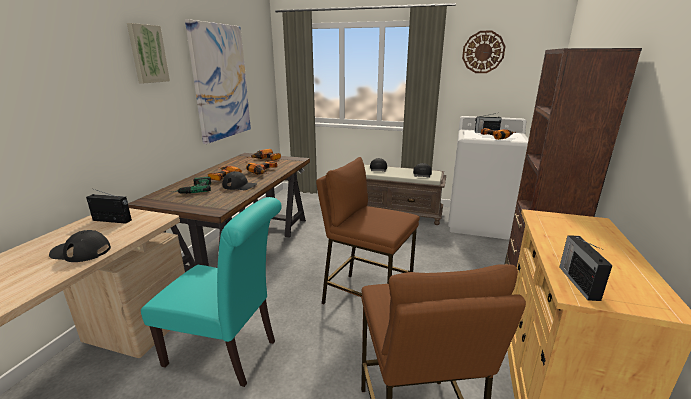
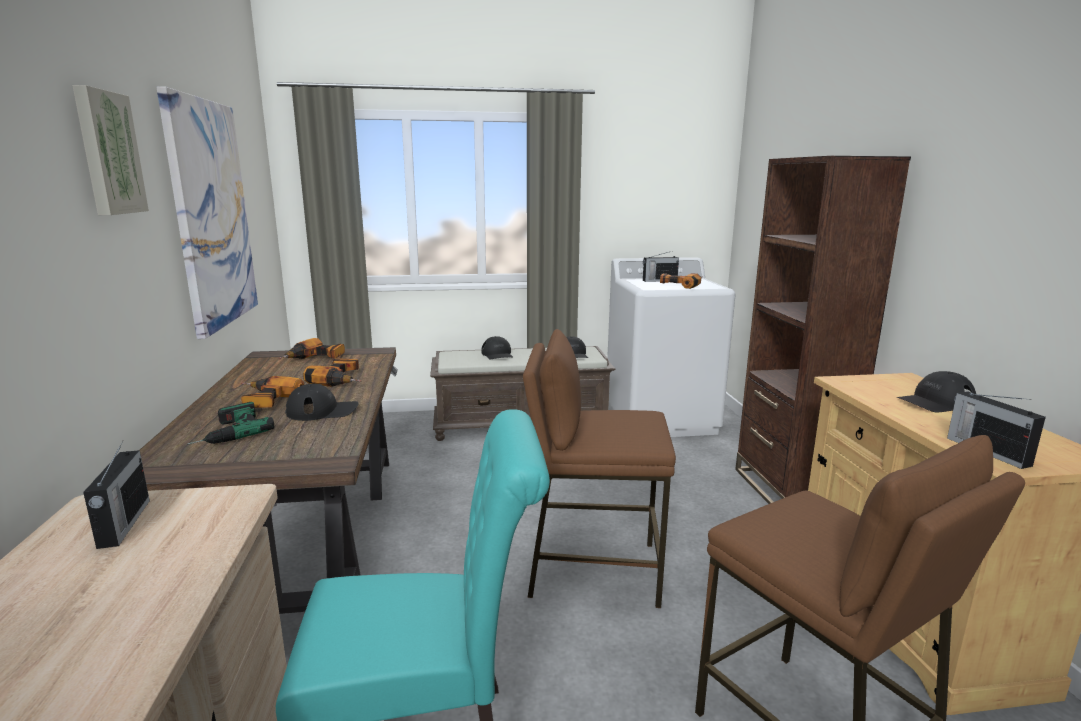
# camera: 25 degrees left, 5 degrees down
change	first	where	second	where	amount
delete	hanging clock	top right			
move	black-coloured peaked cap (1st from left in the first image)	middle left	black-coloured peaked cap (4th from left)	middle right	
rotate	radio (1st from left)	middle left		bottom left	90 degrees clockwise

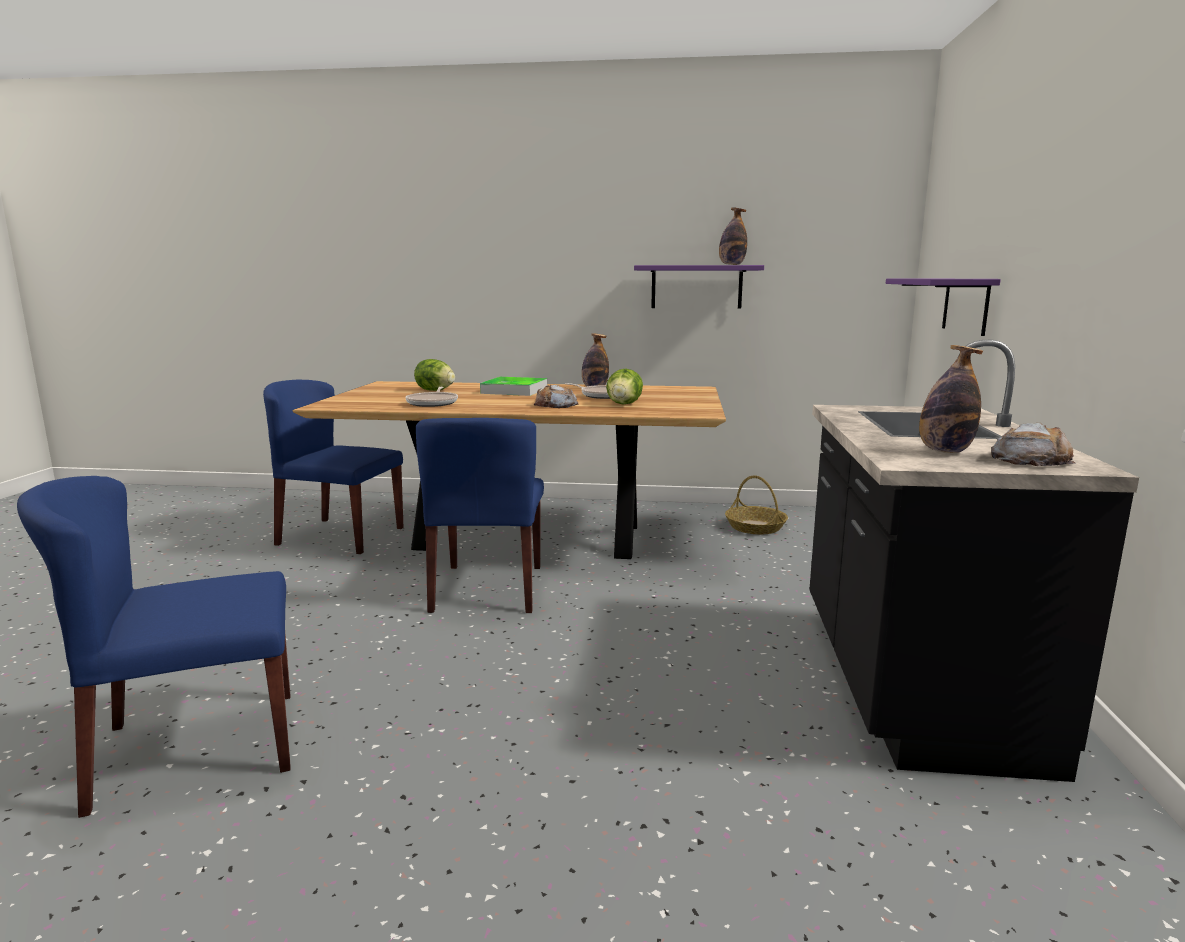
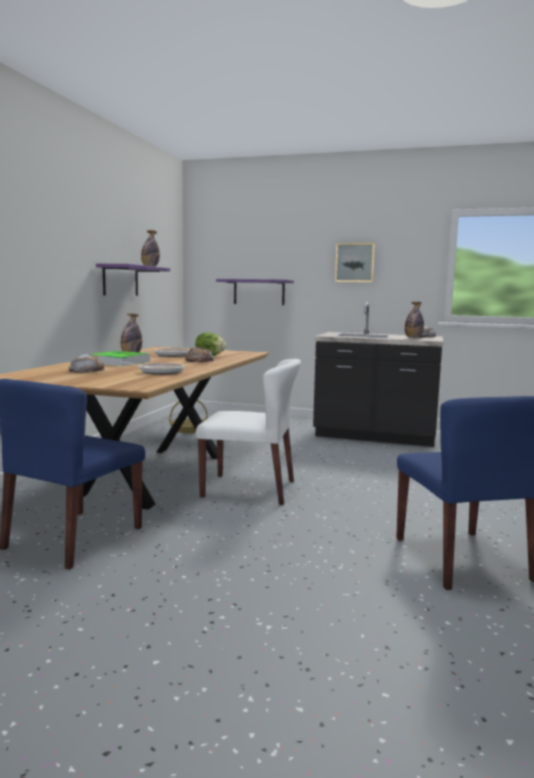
# camera: 80 degrees left, 5 degrees down
change	first	where	second	where	amount
insert			wall art	centre	
replace	lettuce (1st from left)	centre	bakery bread (1st from left)	middle left	
recolor	blue-coloured upright chair (3rd from left)	centre	white-coloured upright chair	centre	

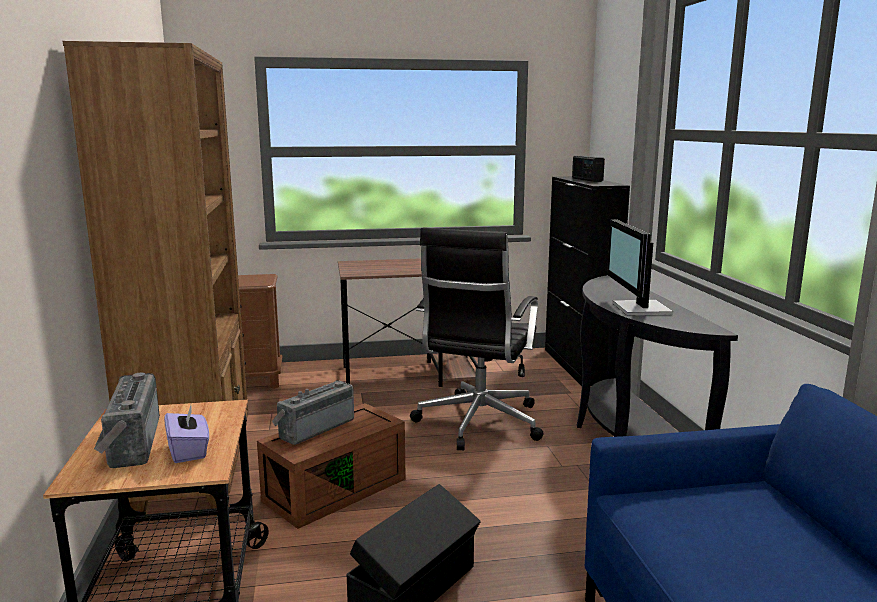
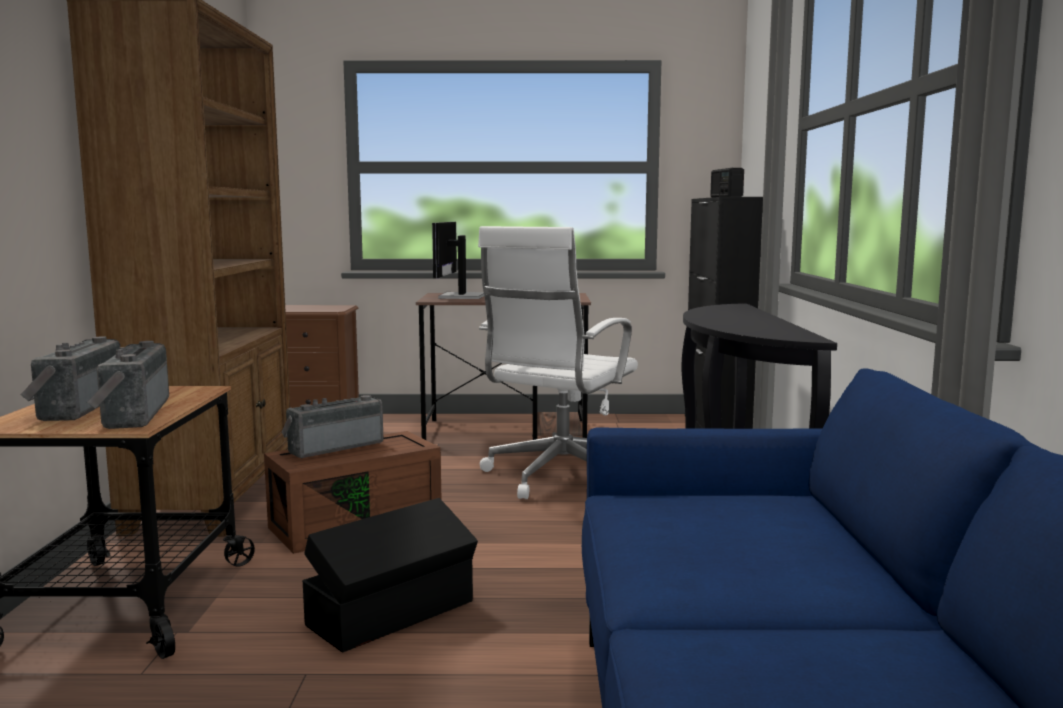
# camera: 10 degrees right, 5 degrees down
change	first	where	second	where	amount
move	monitor	middle right		centre	
replace	purple tissue box	bottom left	radio (2nd from left)	middle left	
recolor	black-coloured office chair	centre	white-coloured office chair	centre	

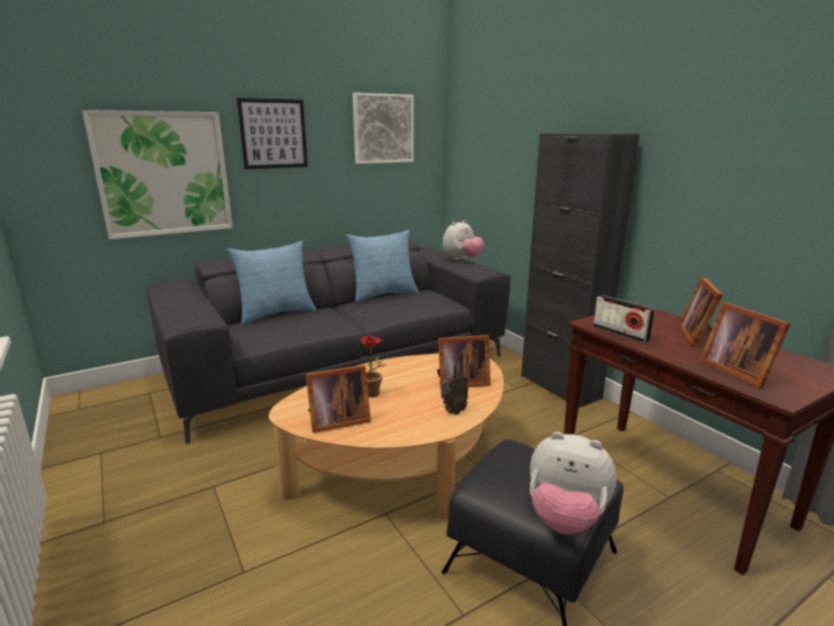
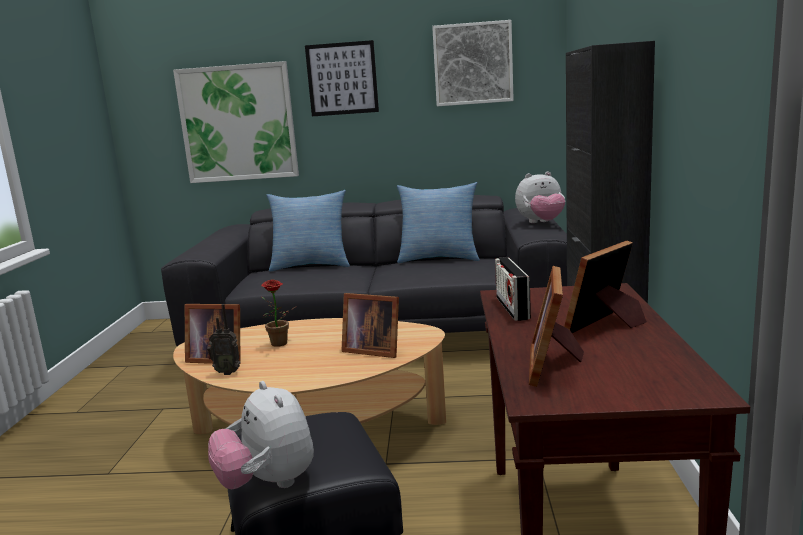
# camera: 35 degrees right, 5 degrees down
change	first	where	second	where	amount
move	radio (1st from left)	centre		middle left	

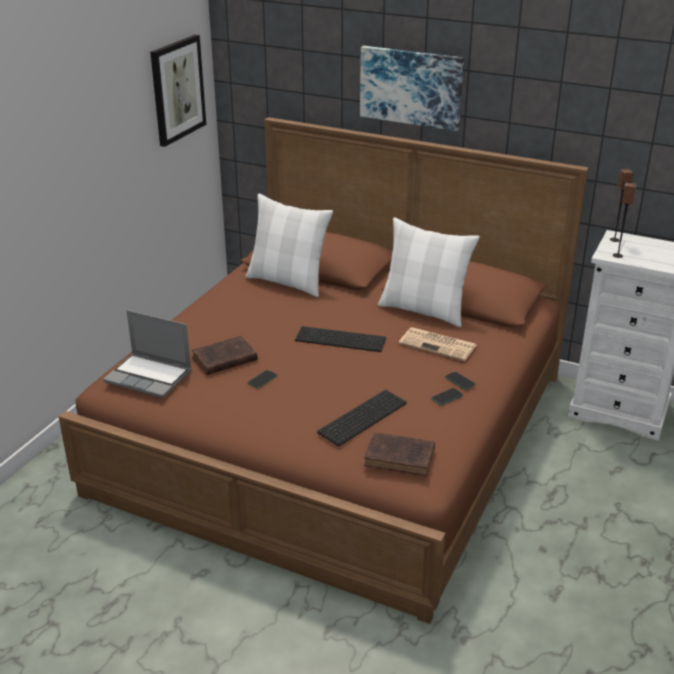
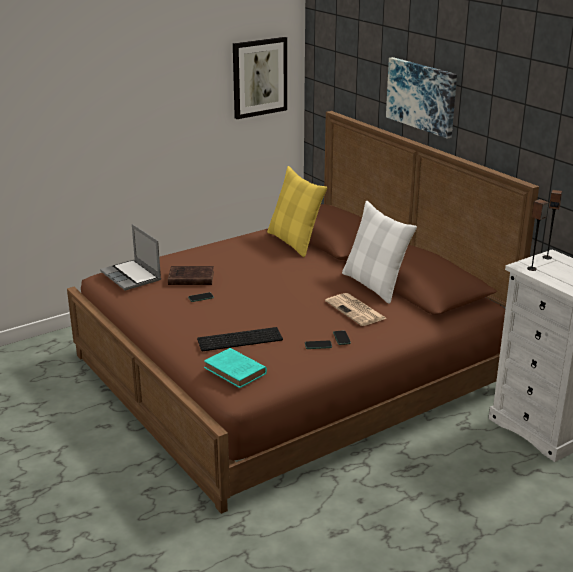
# camera: 30 degrees right, 5 degrees down
change	first	where	second	where	amount
delete	PC keyboard (1st from left)	centre			
recolor	white-coloured throw pillow (1st from left)	centre	yellow-coloured throw pillow	centre	
recolor	brown-coloured book (2nd from left)	bottom centre	turquoise book	centre	

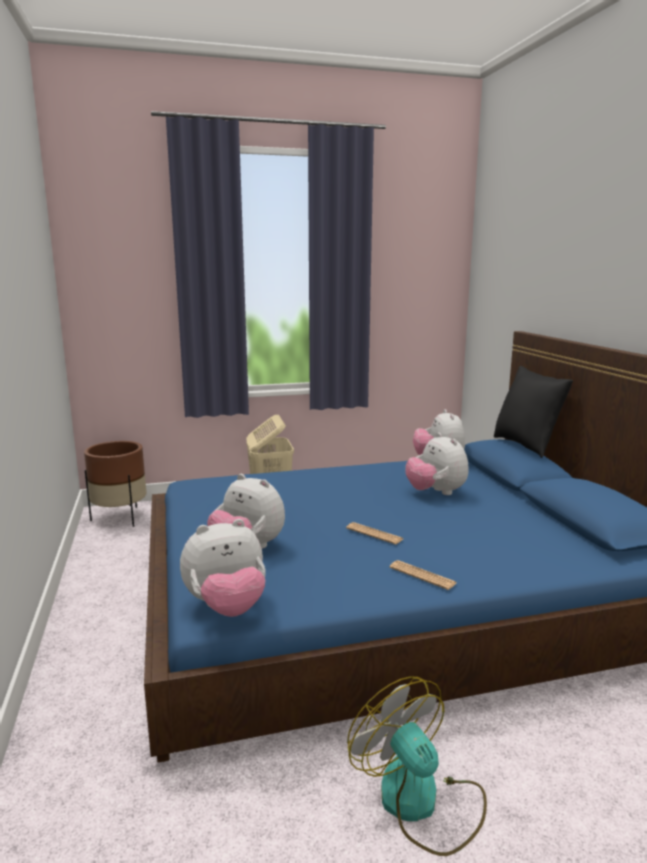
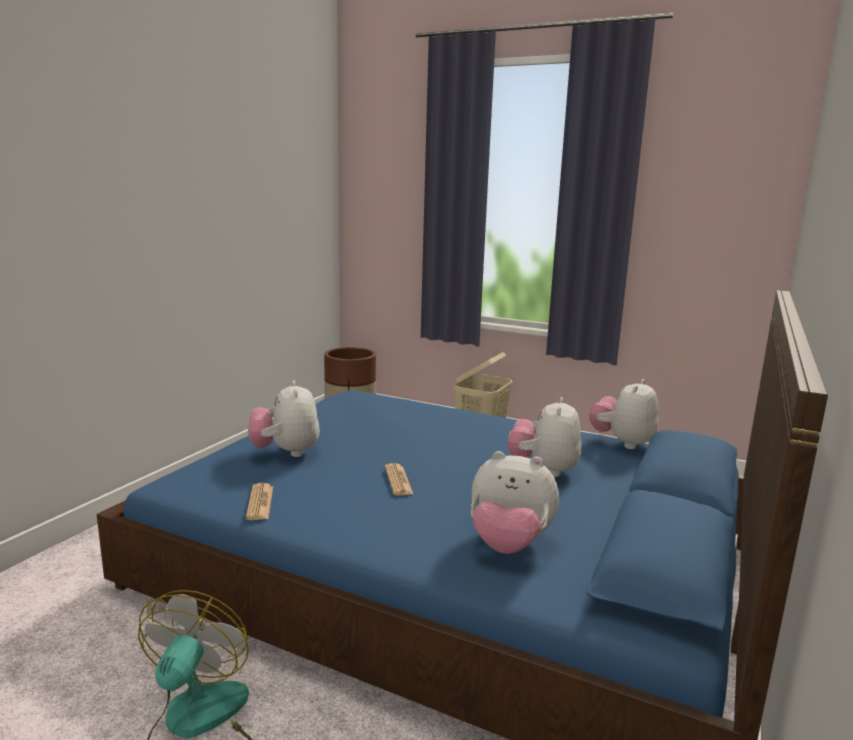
# camera: 40 degrees right, 0 degrees up
change	first	where	second	where	amount
delete	black-coloured throw pillow	middle right			
move	cuddly toy (1st from left in the first image)	centre	cuddly toy (2nd from left)	bottom centre	
move	newspaper (2nd from left in the first image)	centre	newspaper (1st from left)	bottom left	

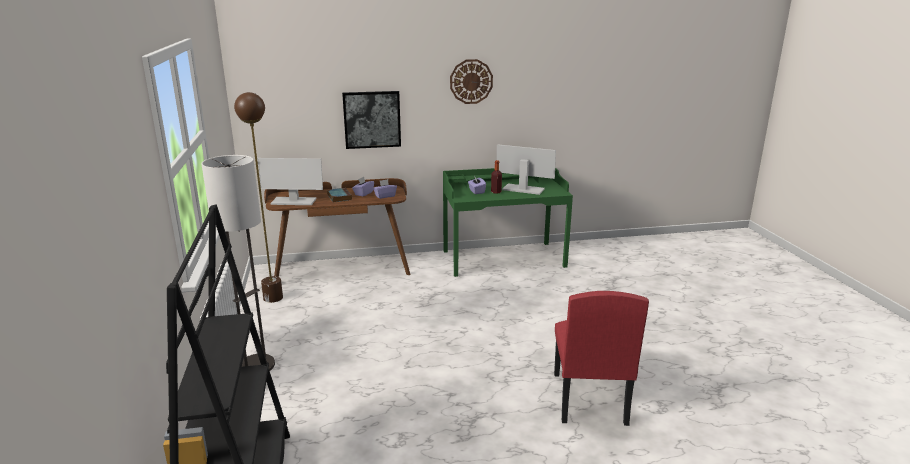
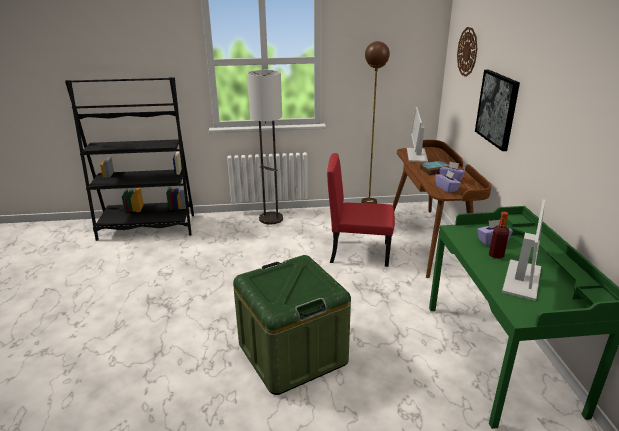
# camera: 95 degrees right, 5 degrees up
change	first	where	second	where	amount
insert			green-coloured storage container	bottom centre	
move	hanging clock	top centre		top right	
move	red upright chair	bottom centre		centre	

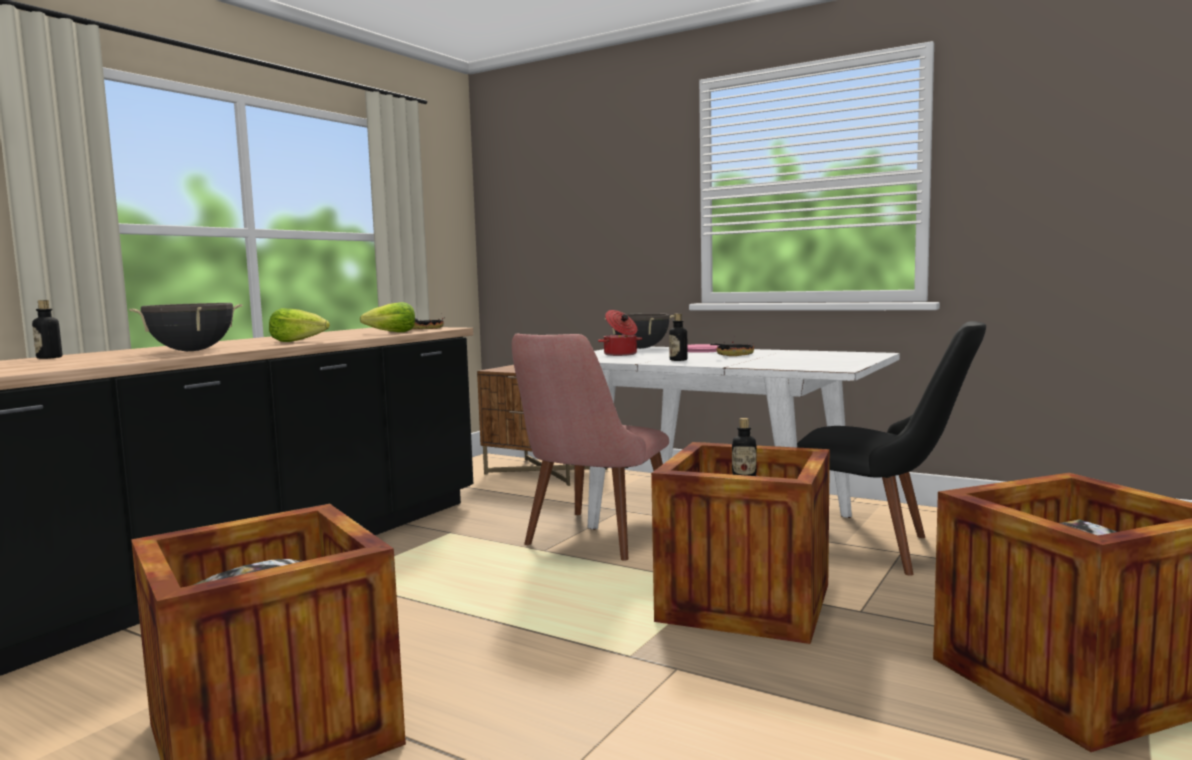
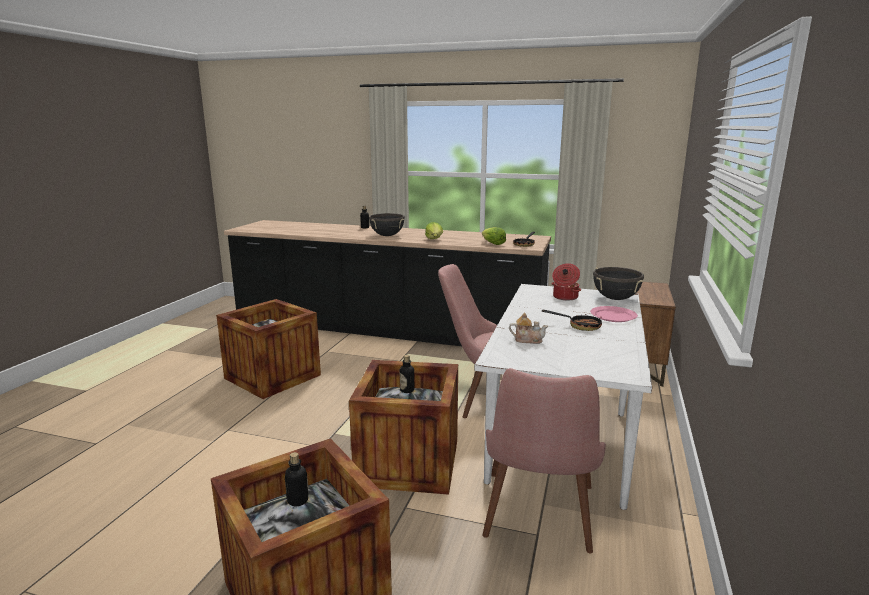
# camera: 75 degrees right, 10 degrees up
change	first	where	second	where	amount
insert			pot for tea	centre	
move	drink bottle (2nd from left in the first image)	centre	drink bottle (1st from left)	bottom centre	
recolor	black-coloured upright chair	middle right	pinkish upright chair (2nd from left)	bottom centre	

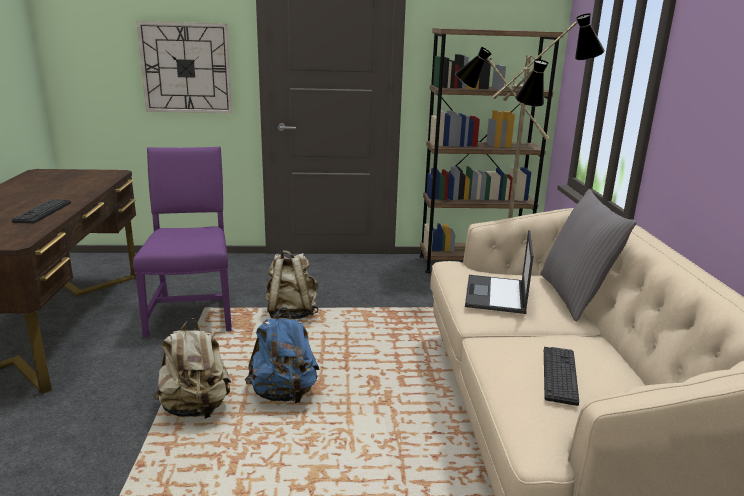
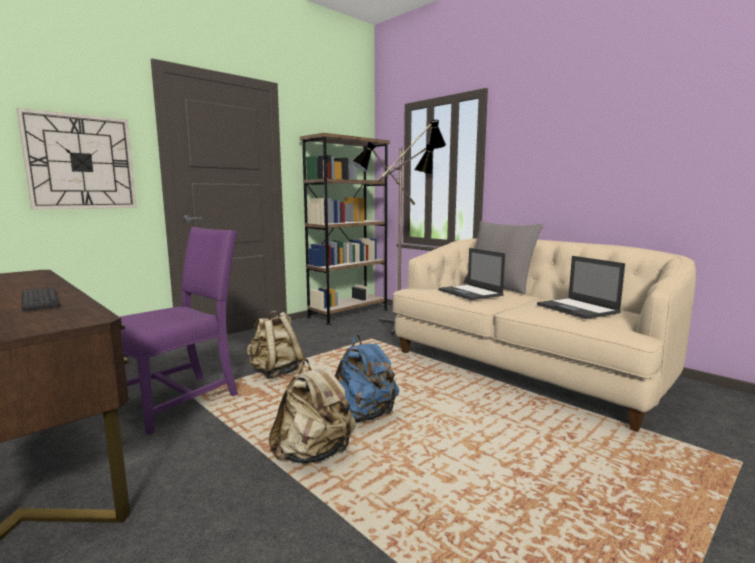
# camera: 40 degrees left, 10 degrees down
change	first	where	second	where	amount
replace	PC keyboard (2nd from left)	bottom right	portable computer (2nd from left)	middle right	
rotate	purple upright chair	middle left		middle left	90 degrees clockwise

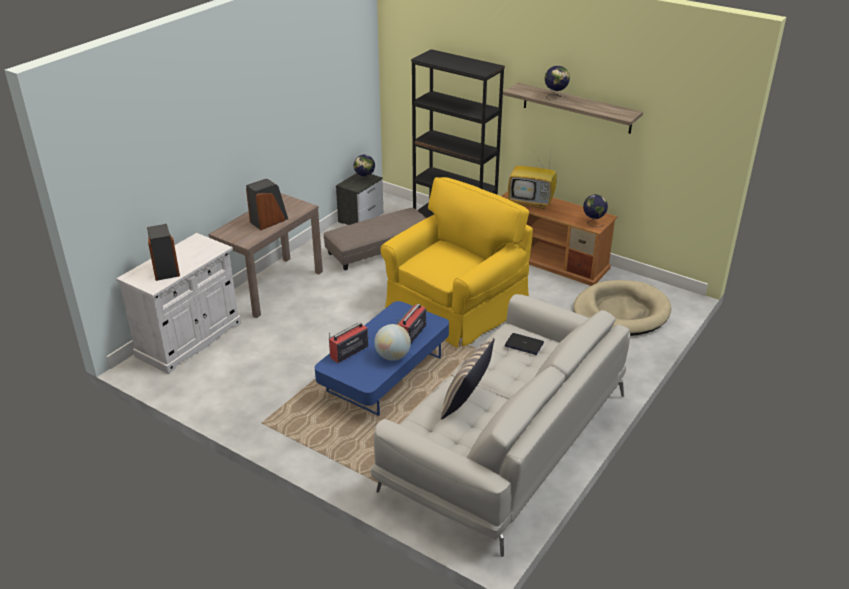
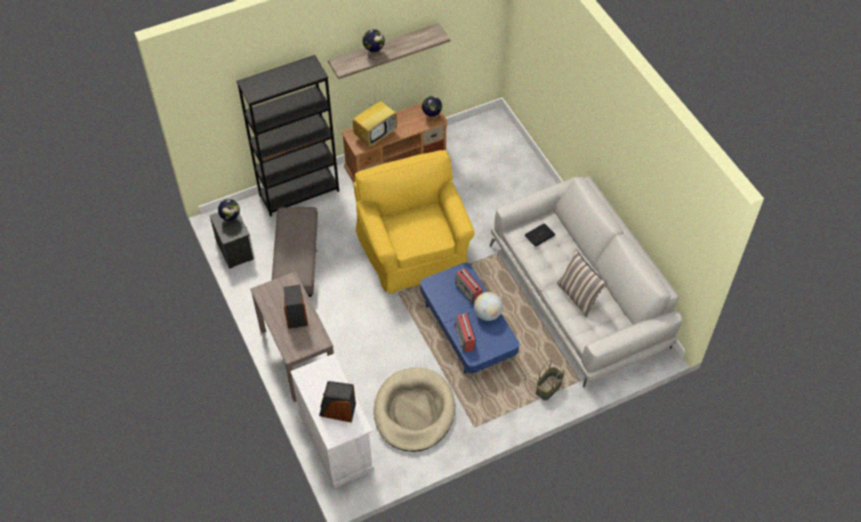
# camera: 60 degrees left, 20 degrees up
change	first	where	second	where	amount
insert			household basket	bottom centre	
move	beige-coloured dog bed	middle right		bottom centre	

